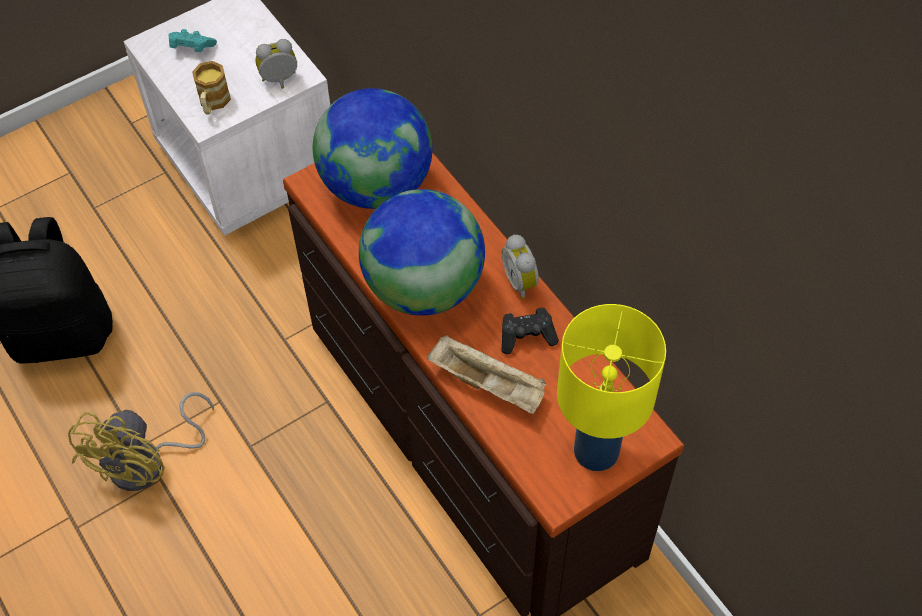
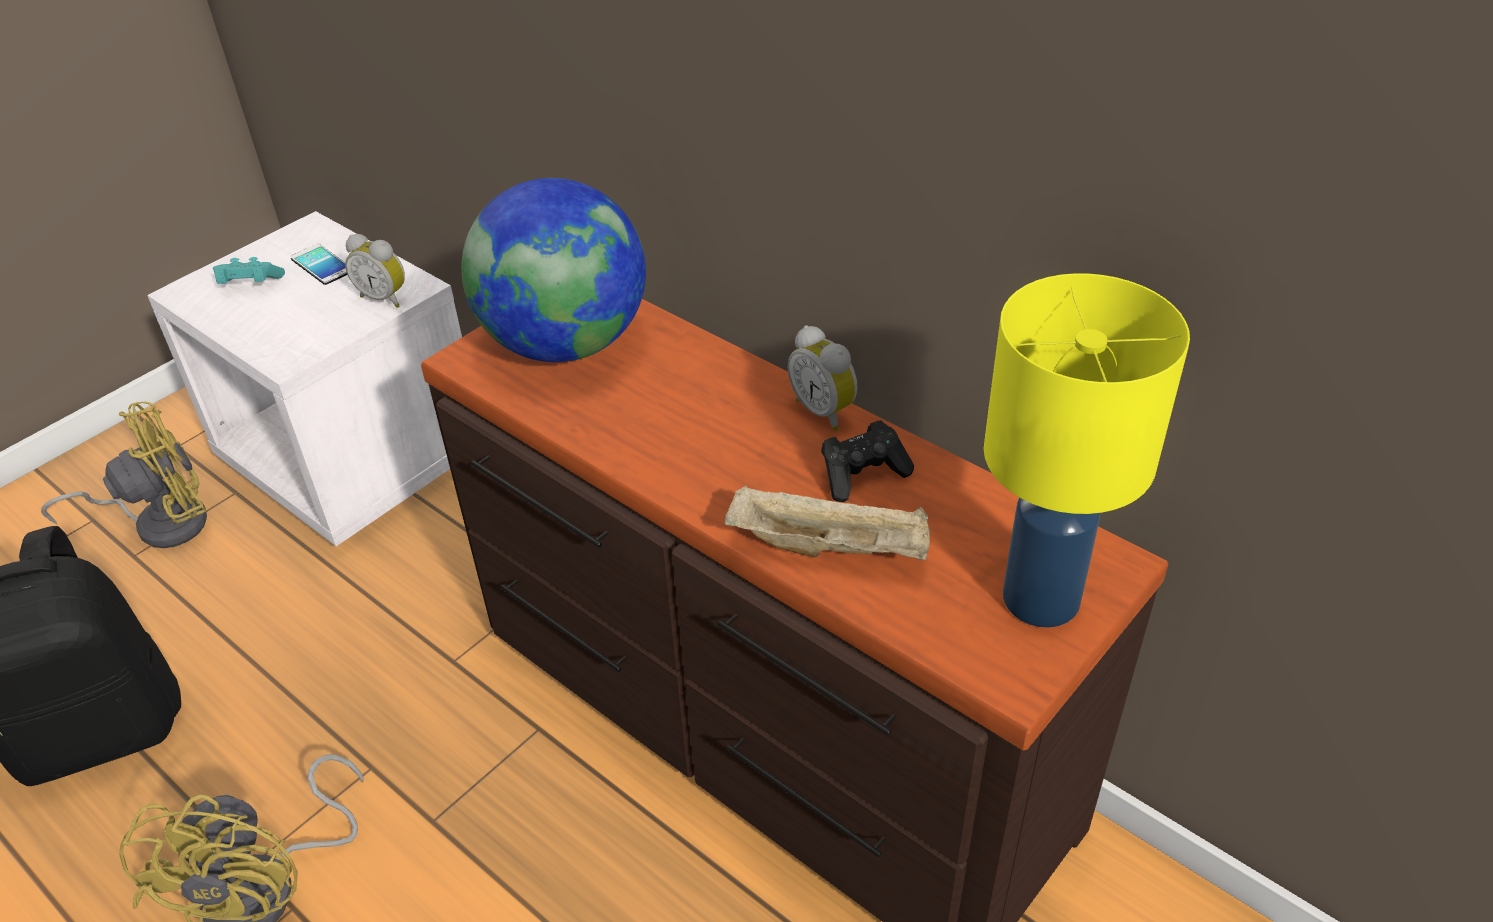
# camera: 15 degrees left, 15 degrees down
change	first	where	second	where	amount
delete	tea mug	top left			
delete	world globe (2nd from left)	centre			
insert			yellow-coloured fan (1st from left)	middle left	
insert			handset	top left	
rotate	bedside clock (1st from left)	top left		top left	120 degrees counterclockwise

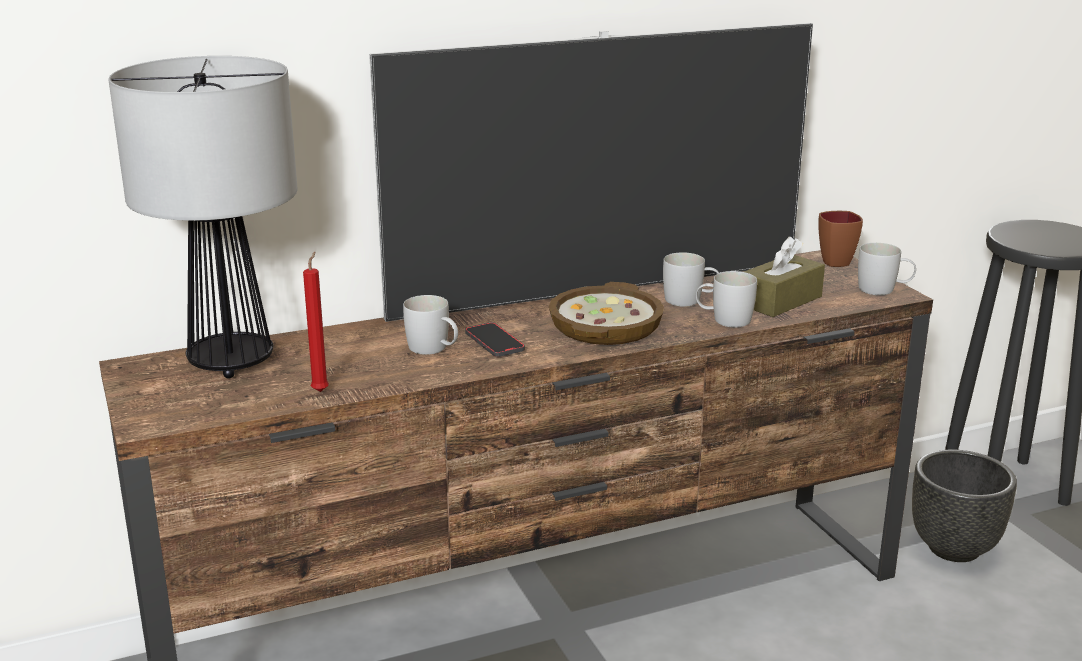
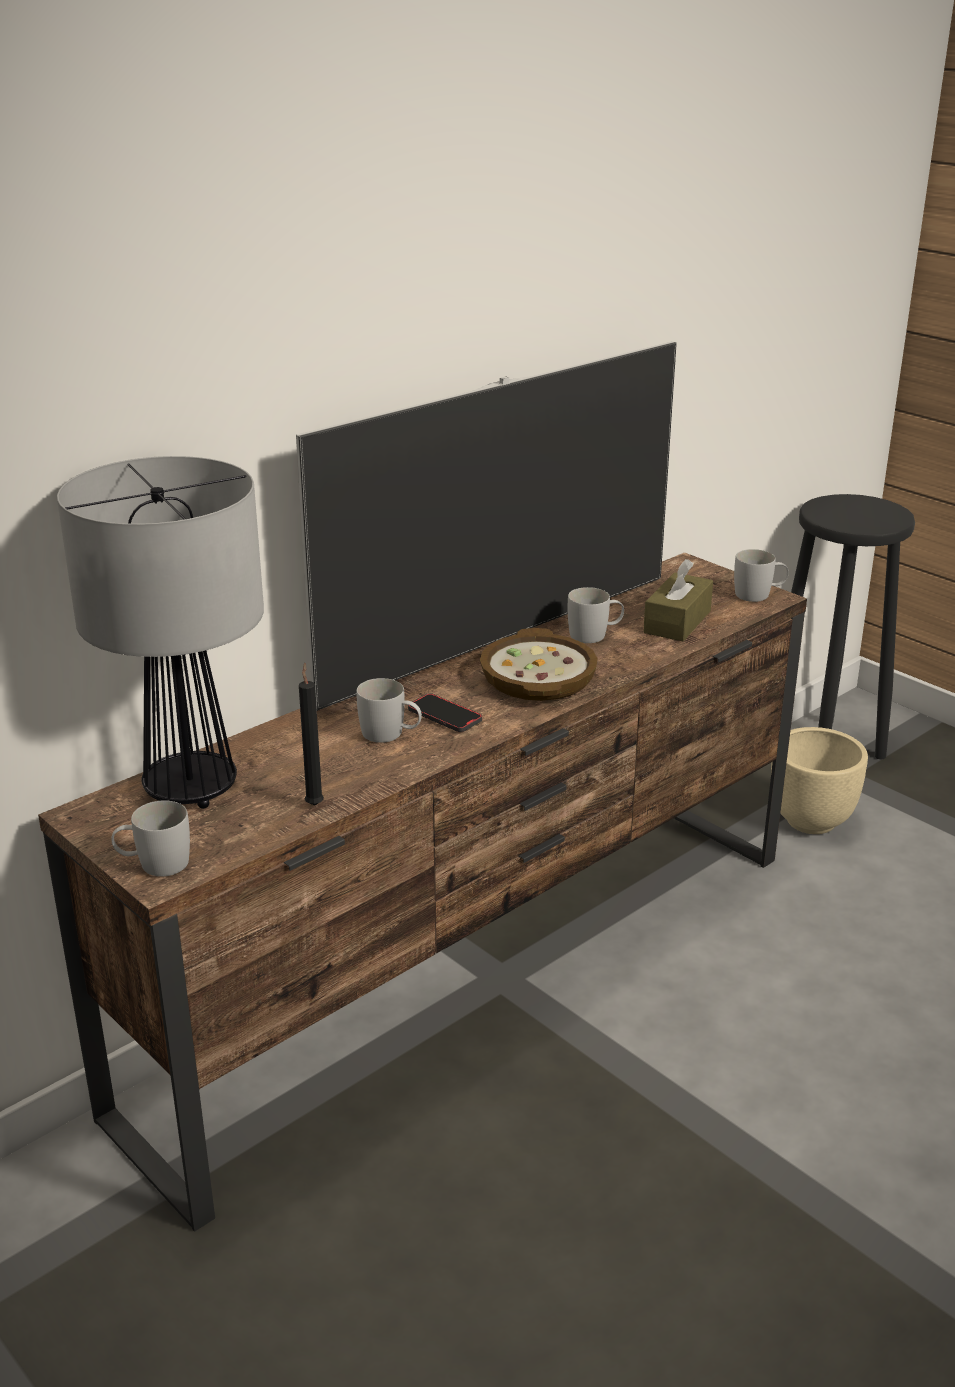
# camera: 20 degrees left, 5 degrees up
change	first	where	second	where	amount
delete	brown-coloured tea mug	middle right			
move	white-coloured tea mug (3rd from left in the first image)	middle right	white-coloured tea mug (1st from left)	middle left	
recolor	red candle	middle left	black-coloured candle	middle left	
recolor	black-coloured plant pot	bottom right	beige-coloured plant pot	middle right	

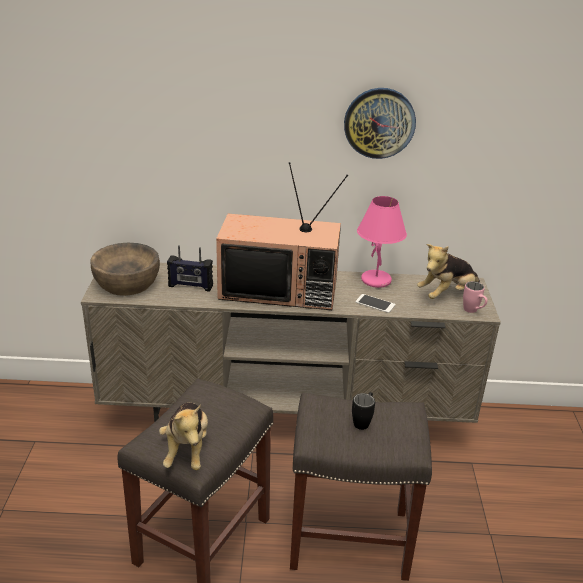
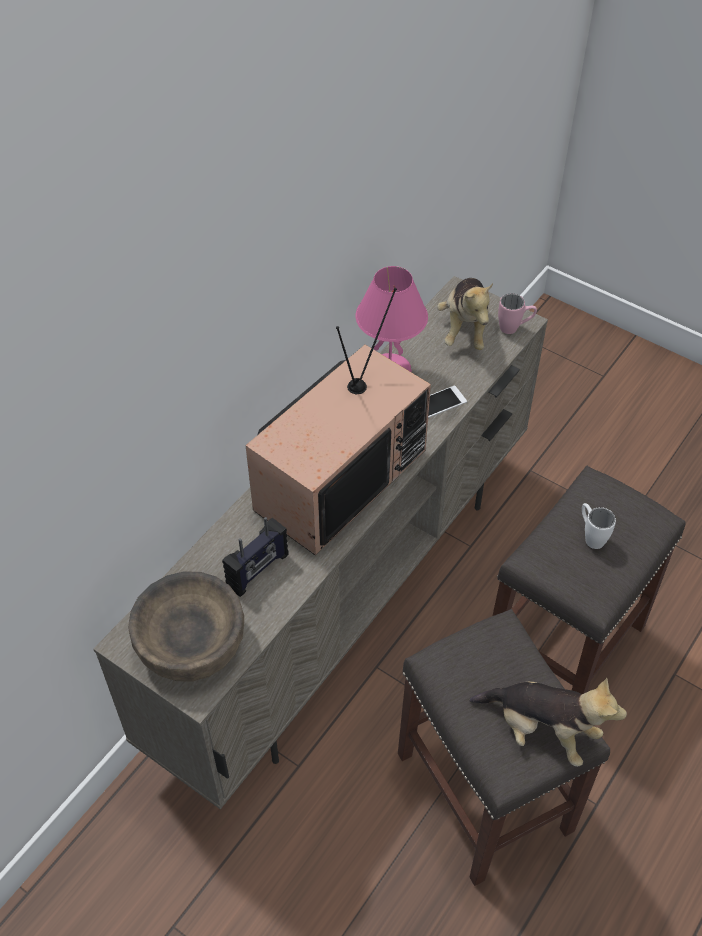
# camera: 55 degrees left, 20 degrees up
change	first	where	second	where	amount
delete	hanging clock	top centre			
recolor	black-coloured tea mug	bottom centre	white-coloured tea mug	middle right	

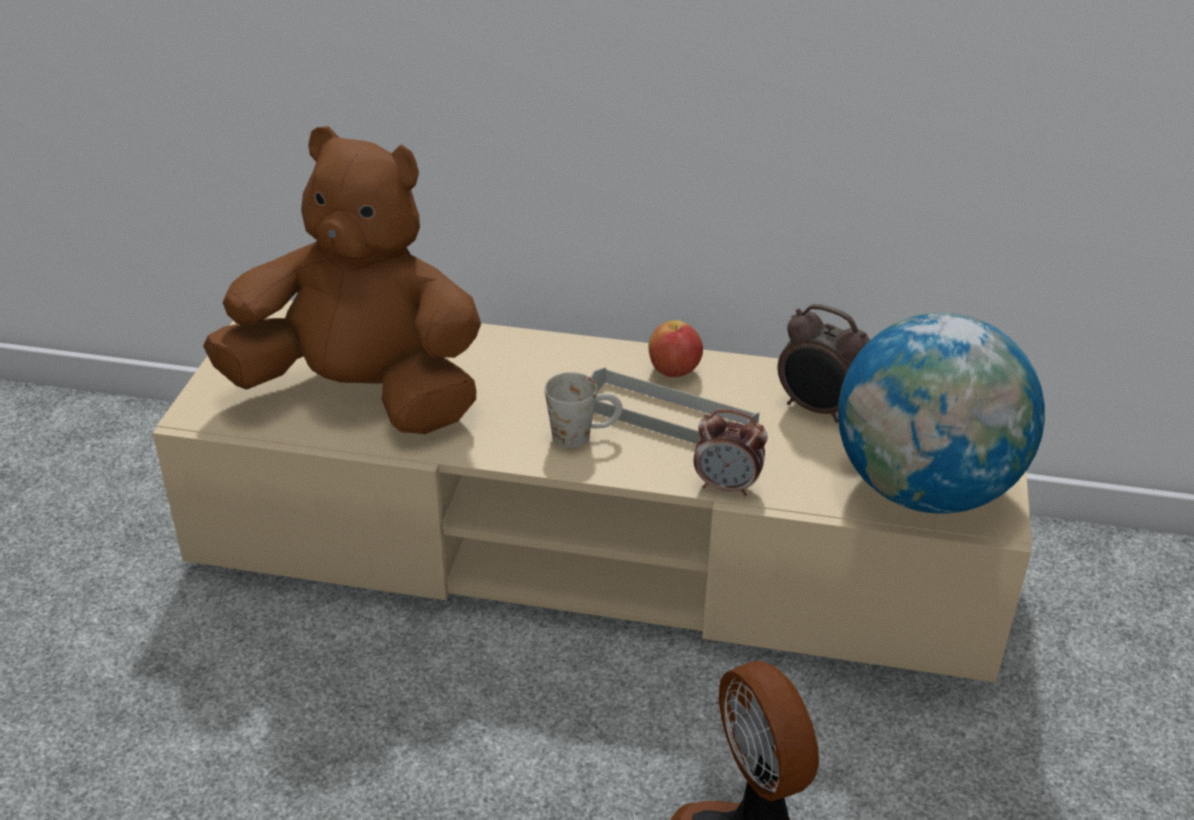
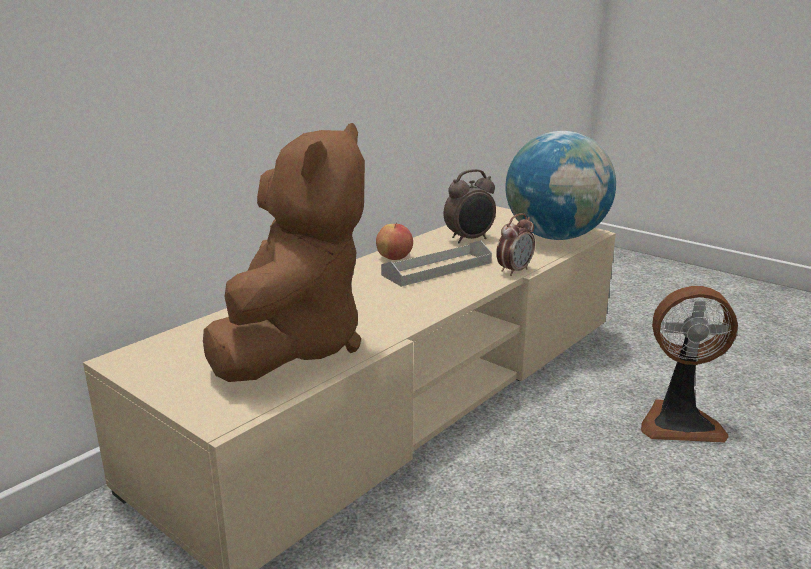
# camera: 60 degrees left, 15 degrees down
change	first	where	second	where	amount
delete	white-coloured tea mug	centre			
rotate	brown-coloured cuddly toy	middle left		centre	150 degrees clockwise

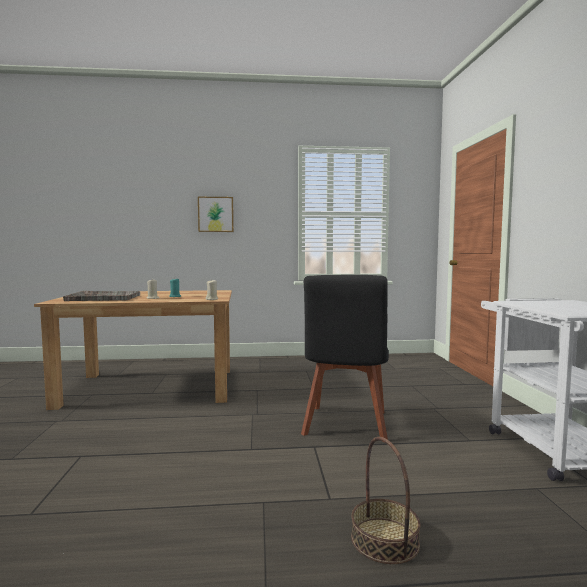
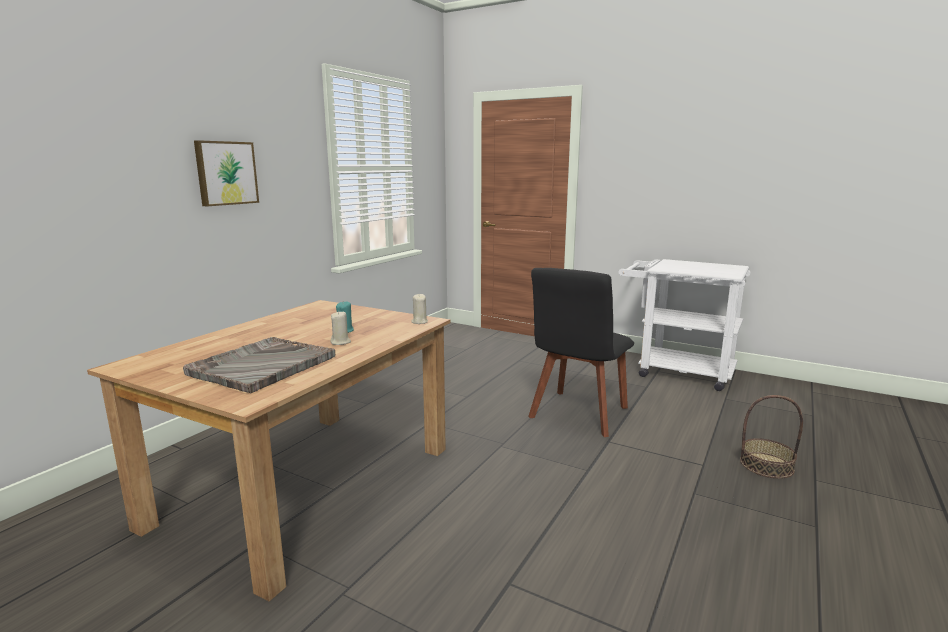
# camera: 55 degrees left, 10 degrees up
change	first	where	second	where	amount
rotate	black-coloured upright chair	centre		centre	75 degrees clockwise

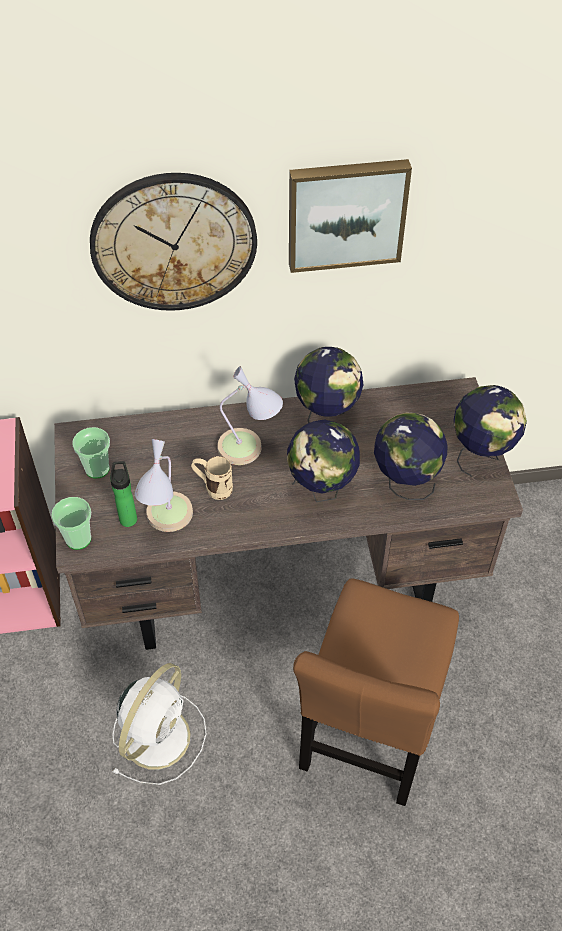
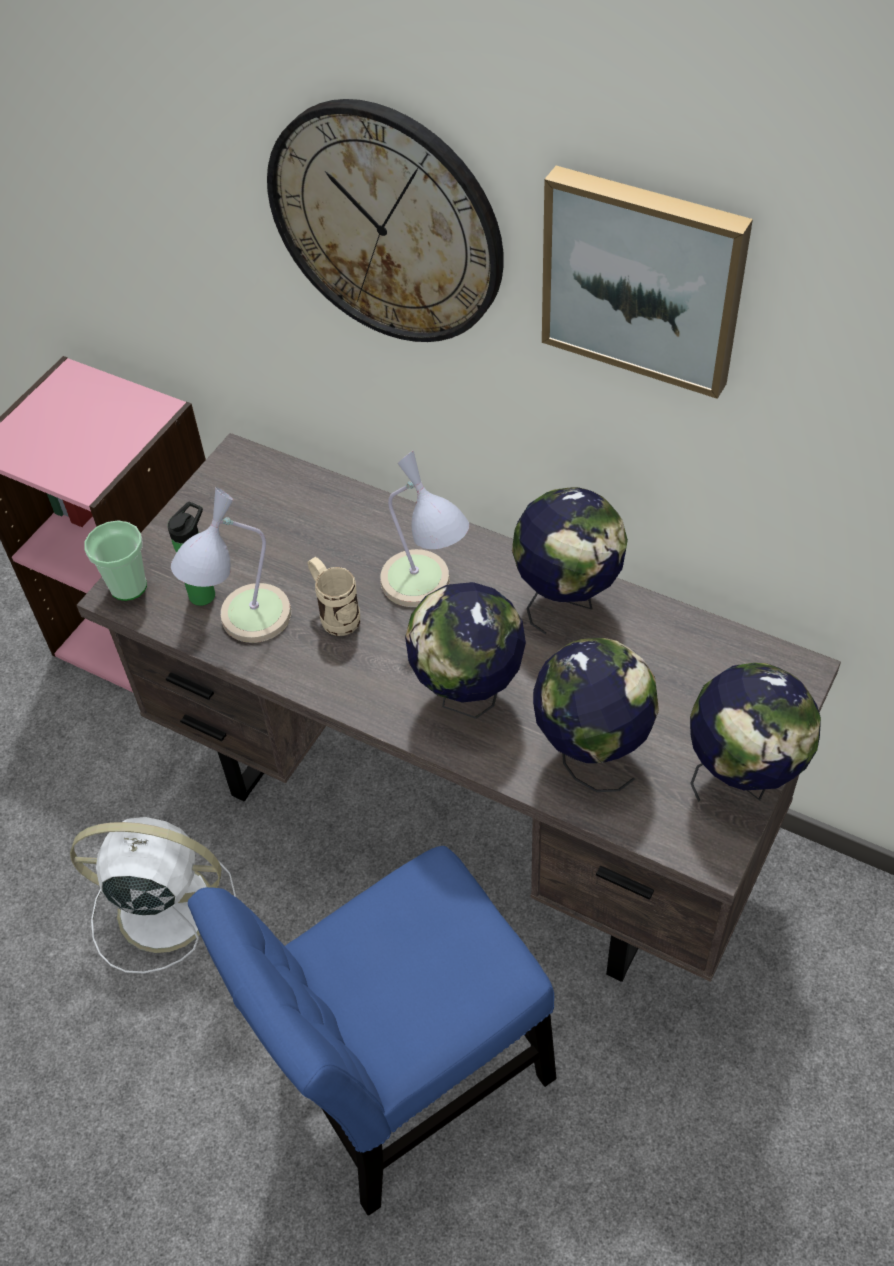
# camera: 40 degrees right, 0 degrees up
change	first	where	second	where	amount
delete	drinking cup (2nd from left)	middle left			
recolor	brown-coloured upright chair	bottom right	blue-coloured upright chair	bottom centre	
rotate	white-coloured fan	bottom left		bottom left	150 degrees counterclockwise

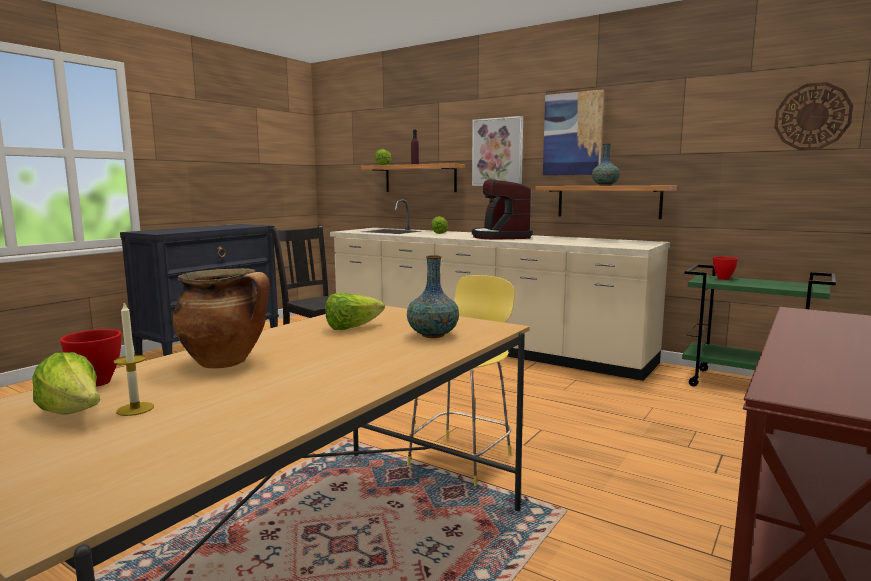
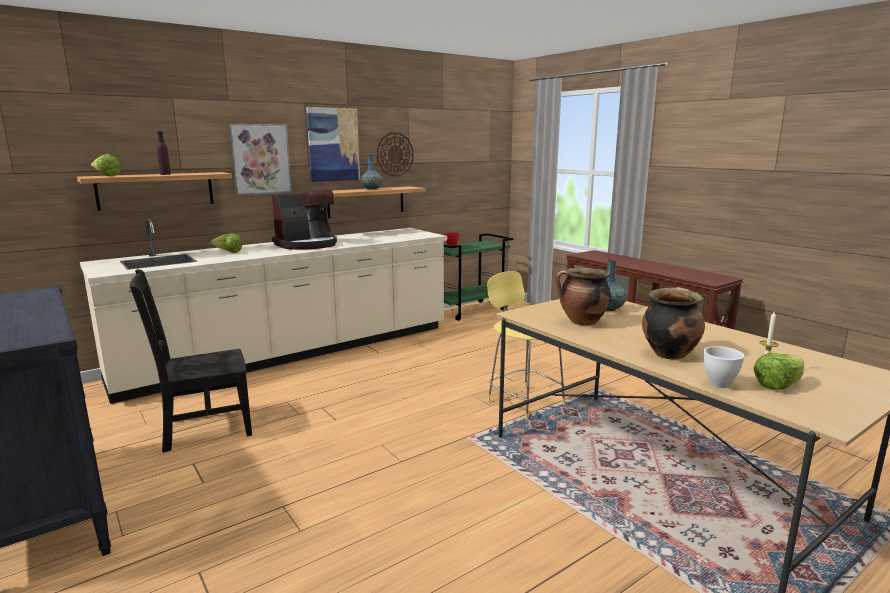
# camera: 70 degrees left, 5 degrees up
change	first	where	second	where	amount
move	hanging clock	top right		top centre	
replace	lettuce (2nd from left)	centre	saucepot (1st from left)	centre	
recolor	red deep dish (1st from left)	middle left	white-coloured deep dish	middle right	
rotate	coffee brewer	centre		centre	45 degrees counterclockwise

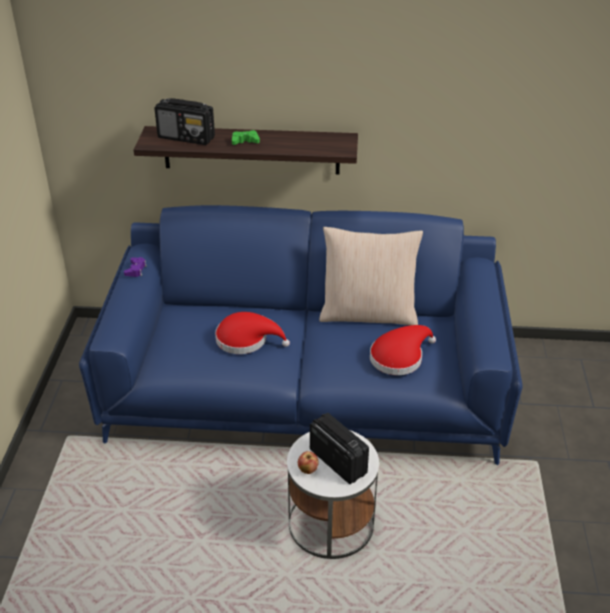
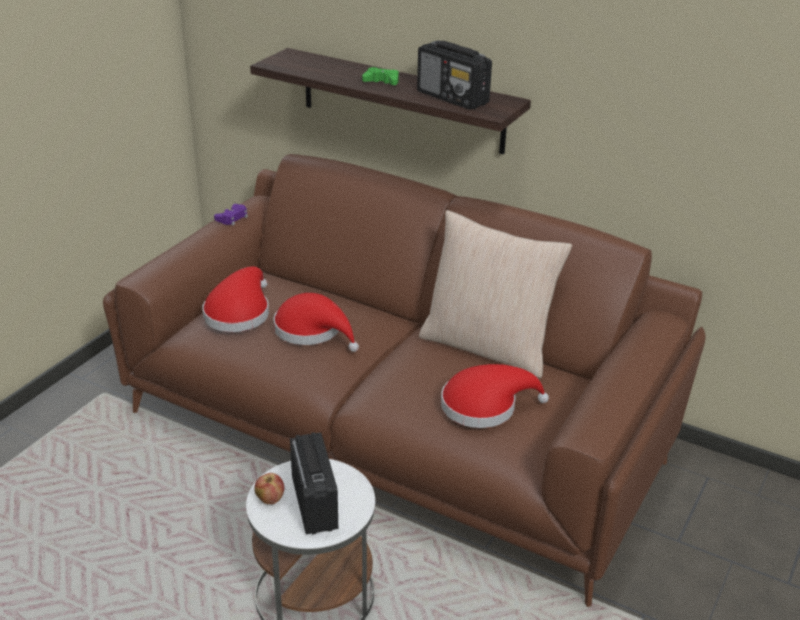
# camera: 25 degrees right, 5 degrees down
change	first	where	second	where	amount
insert			red wearable hat (1st from left)	middle left	
move	radio (1st from left in the first image)	top left	radio (2nd from left)	top centre	
recolor	blue-coloured settee	centre	brown-coloured settee	centre	

